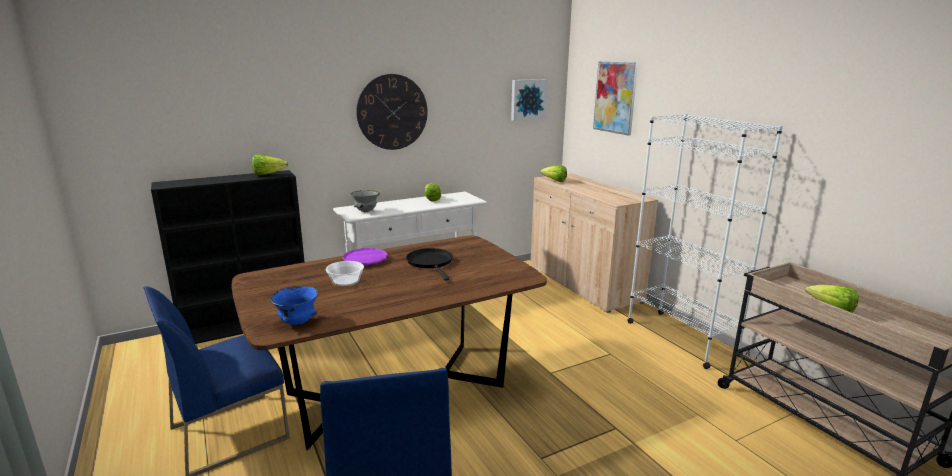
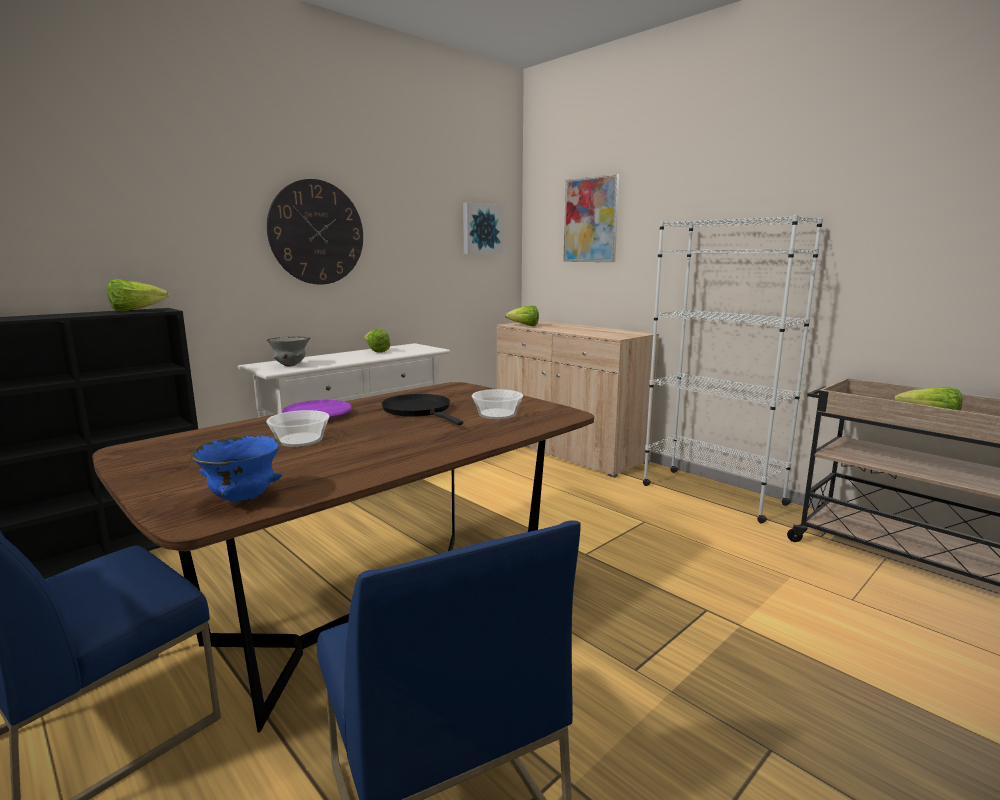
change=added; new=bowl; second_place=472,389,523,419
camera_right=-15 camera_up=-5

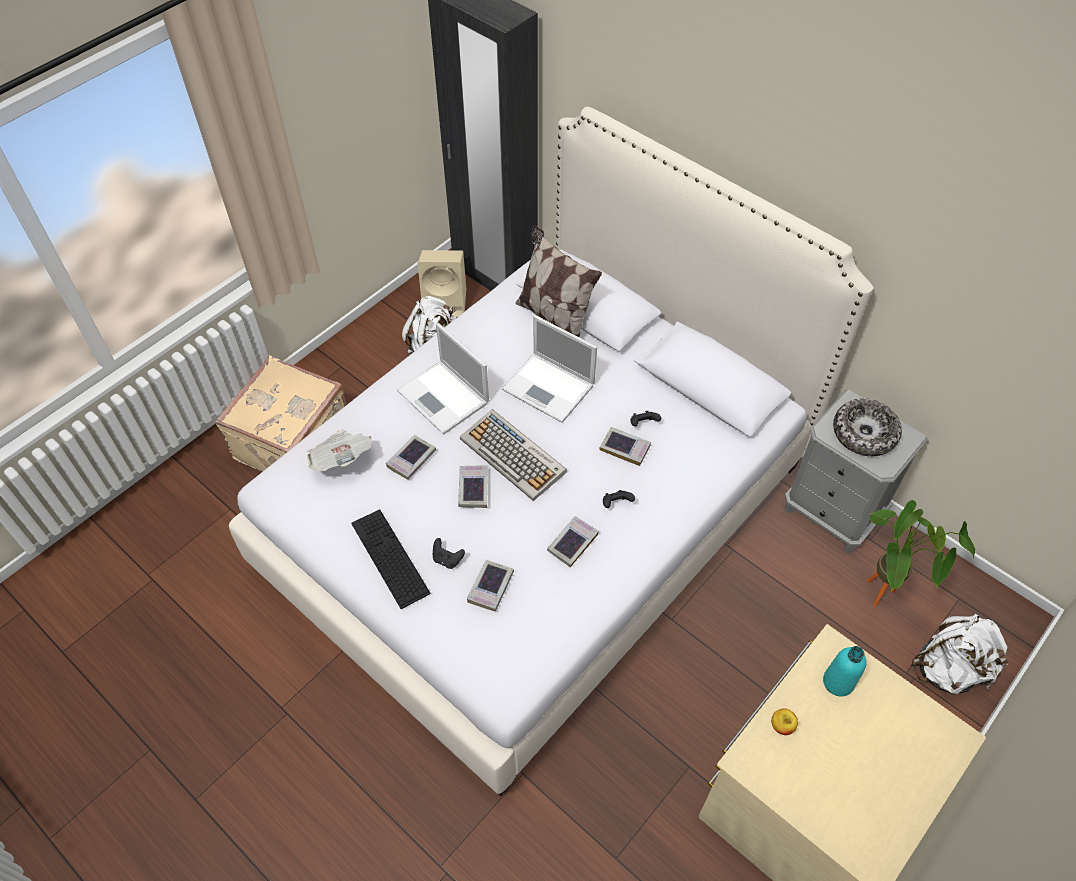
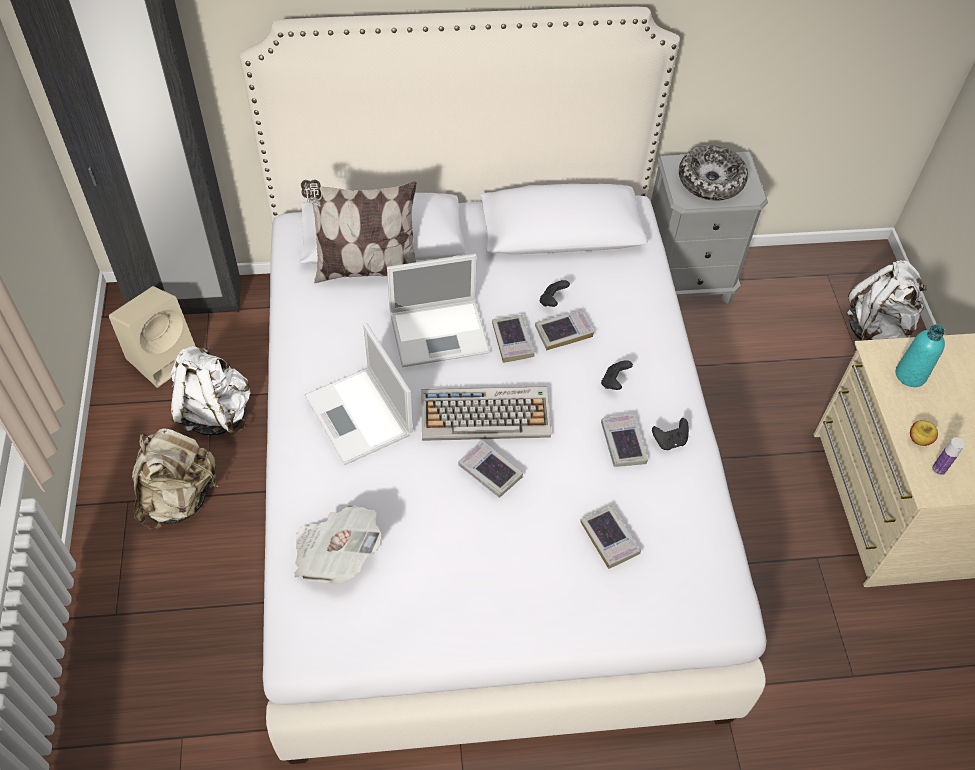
change=turned; old=laptop; first_place=397,323,489,435; second_place=304,323,413,465; degrees=60
change=removed; old=suitcase (beige); first_place=215,356,346,472
change=moved; old=book; first_place=386,435,436,480; second_place=492,314,535,363
change=removed; old=potted plant; first_place=867,500,975,606
change=removed; old=keyboard; first_place=351,509,430,609
change=moved; old=game controller (black); first_place=433,538,465,569; second_place=652,418,689,450
change=added; new=backpack (beige); second_place=132,428,219,530
change=added; new=bottle; second_place=932,437,965,475
camera_right=-50 camera_up=0

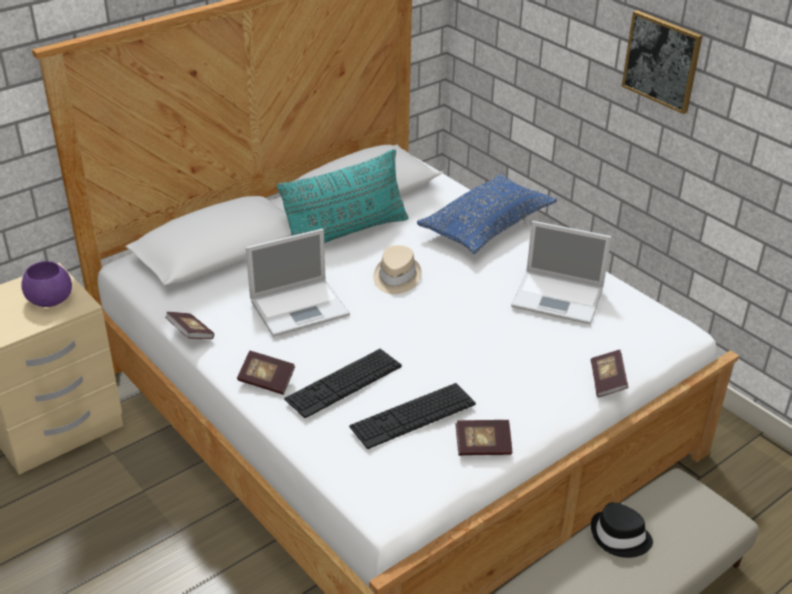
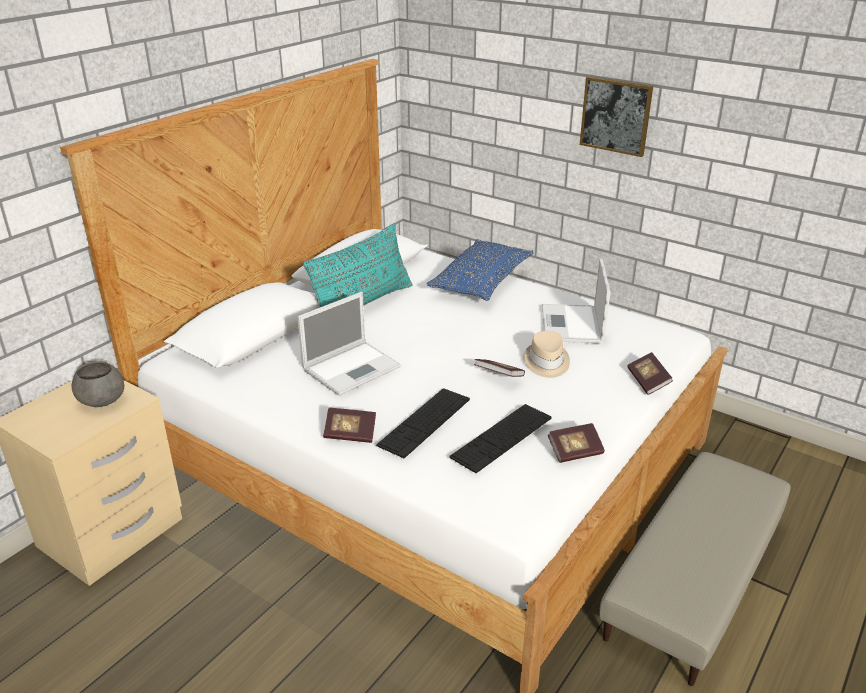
change=turned; old=laptop; first_place=511,221,612,325; second_place=542,259,611,343; degrees=90
change=moved; old=hat (beige); first_place=373,245,422,294; second_place=524,331,570,378
change=recoloured; old=bowl (purple); new=bowl (grey); first_place=21,261,72,307; second_place=72,361,124,407
change=moved; old=book; first_place=165,312,214,339; second_place=474,359,525,377
change=removed; old=hat (black); first_place=591,502,653,558
camera_right=-15 camera_up=-5

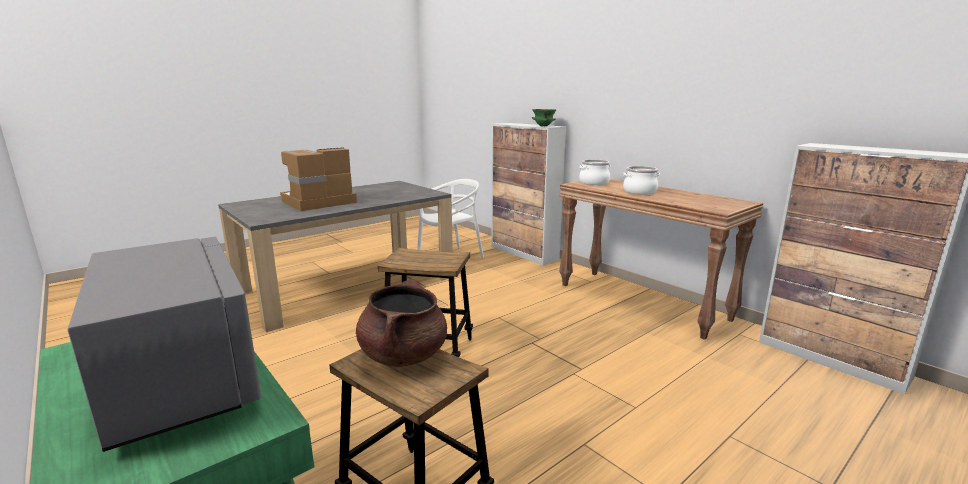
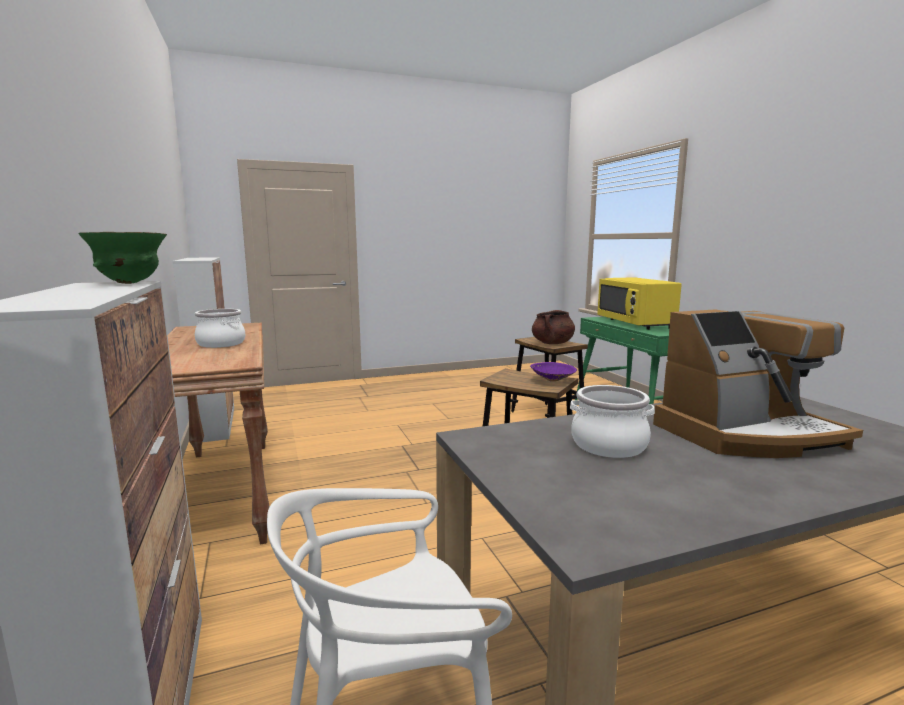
change=moved; old=cooking pot; first_place=579,160,611,185; second_place=570,385,655,458
change=recoloured; old=microwave (grey); new=microwave (yellow); first_place=68,237,261,452; second_place=597,277,682,330
change=added; new=bowl (purple); second_place=530,362,577,382
camera_right=-160 camera_up=-5

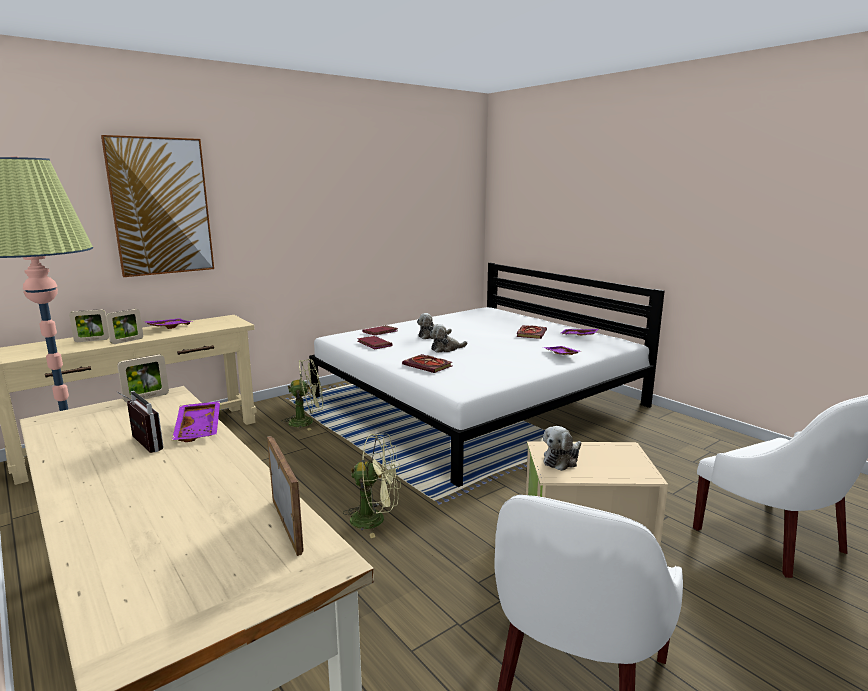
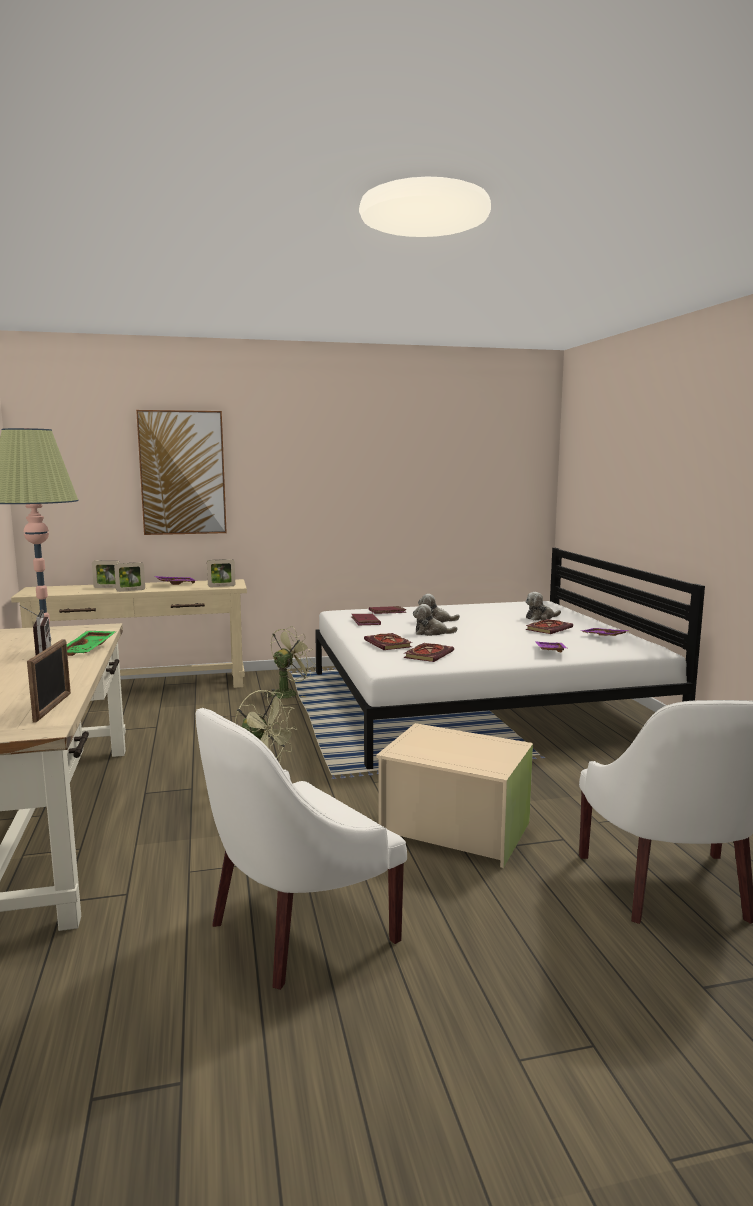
change=moved; old=picture frame; first_place=117,354,169,402; second_place=207,559,235,587
change=turned; old=fan (green); first_place=281,359,323,430; second_place=263,626,315,698; degrees=-60
change=recoloured; old=tray (purple); new=tray (green); first_place=172,401,220,442; second_place=67,631,117,656
change=moved; old=plush toy; first_place=543,426,581,471; second_place=526,592,561,621
change=added; new=book; second_place=404,643,454,662
camera_right=25 camera_up=-5

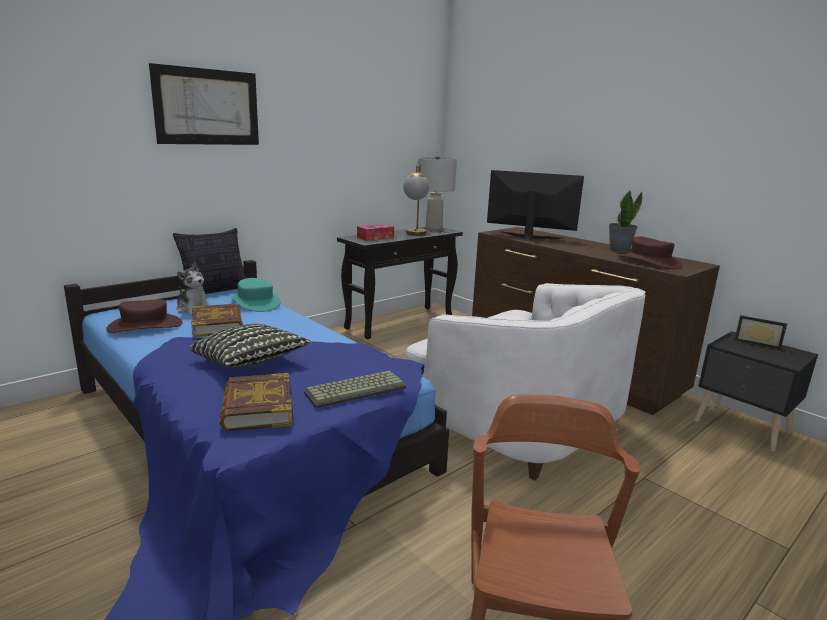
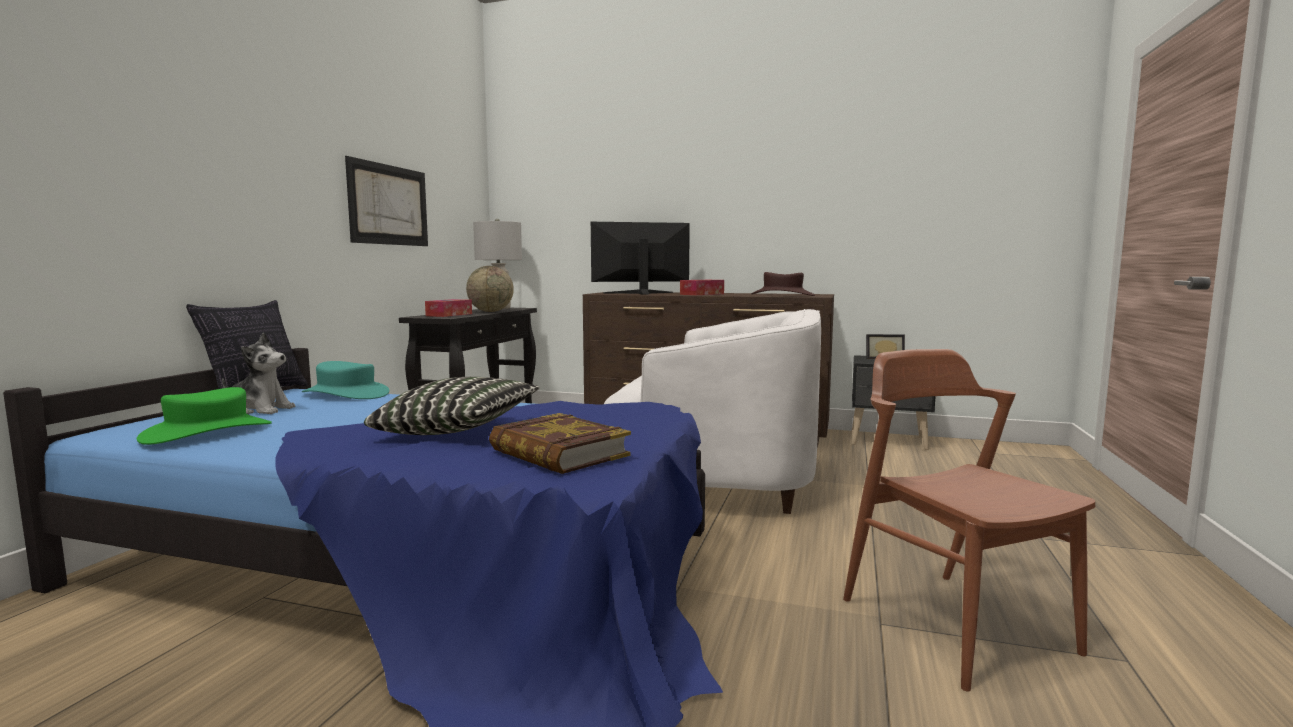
change=moved; old=picture; first_place=149,63,259,145; second_place=345,156,428,246
change=replaced; old=table lamp; new=globe; first_place=403,164,429,236; second_place=466,266,514,312
change=removed; old=potted plant; first_place=609,191,643,252
change=recoloured; old=hat (brown); new=hat (green); first_place=106,299,182,333; second_place=137,387,272,445
change=removed; old=book; first_place=191,304,243,337
change=removed; old=keyboard; first_place=304,371,407,409
change=added; new=tissue box; second_place=680,280,724,295
camera_right=-30 camera_up=-10

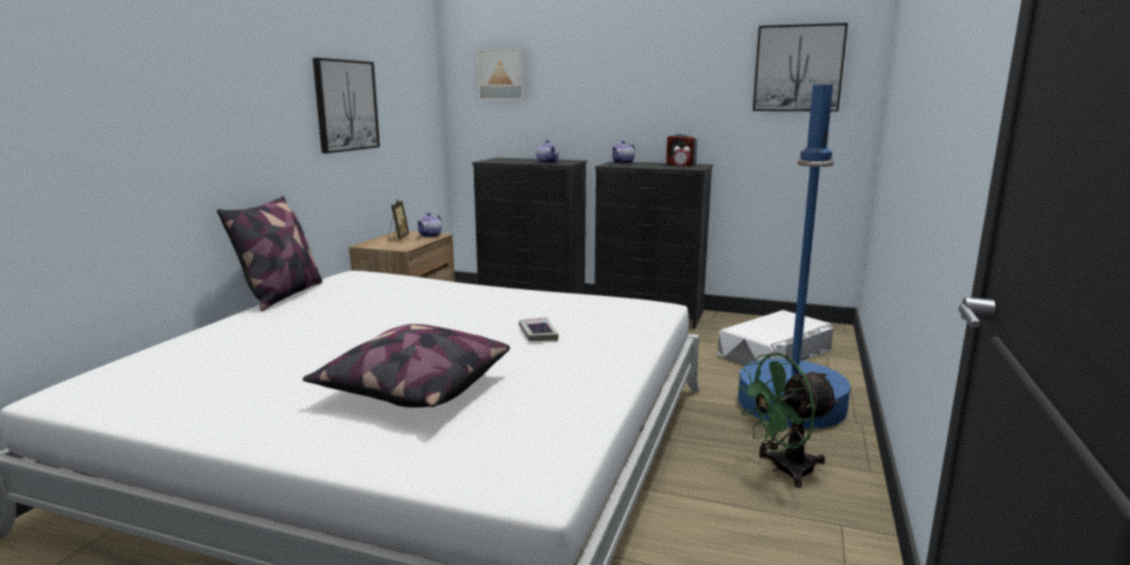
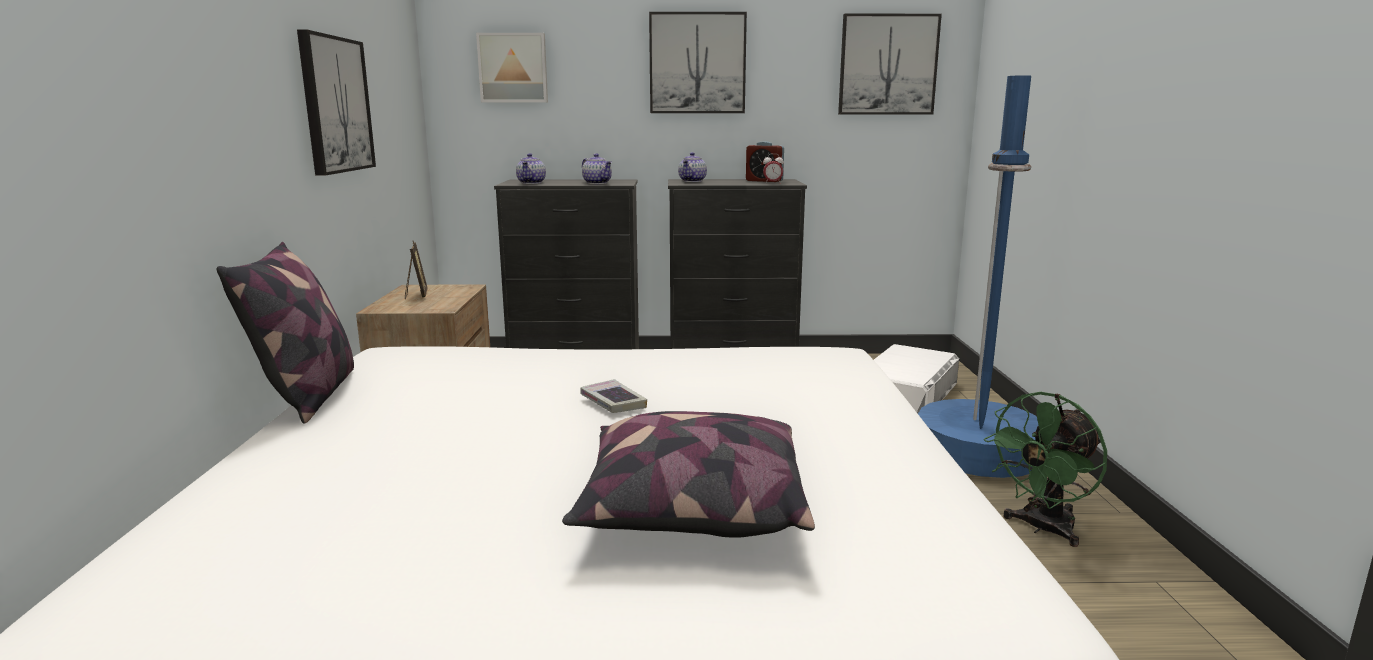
change=moved; old=teapot; first_place=417,213,442,237; second_place=516,153,546,184
change=moved; old=book; first_place=519,317,559,341; second_place=580,379,647,413
change=added; new=picture; second_place=649,12,747,113
camera_right=-20 camera_up=0

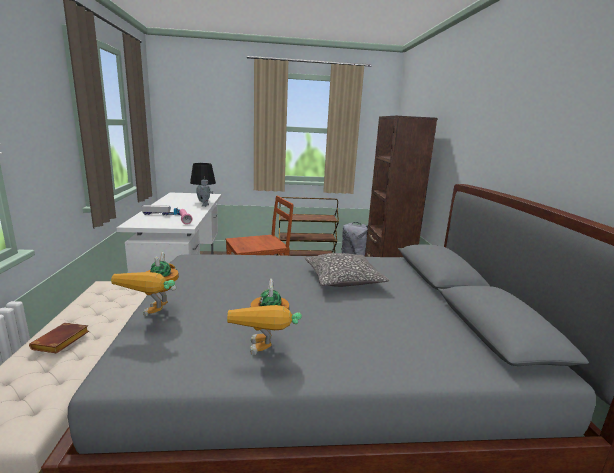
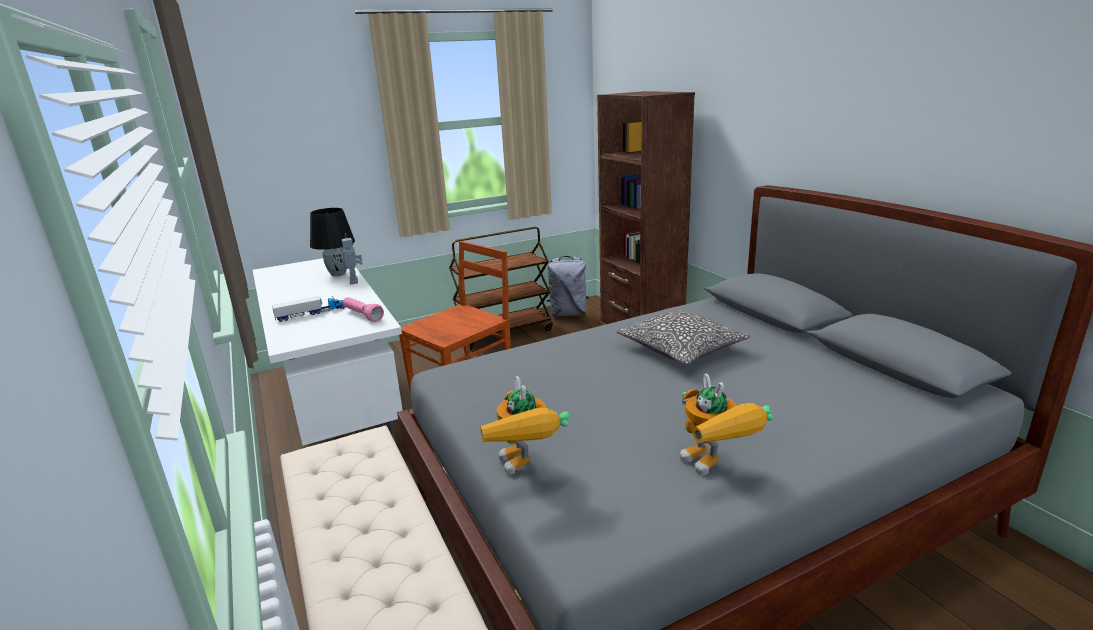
change=removed; old=book (brown); first_place=29,323,89,354
camera_right=-20 camera_up=5

